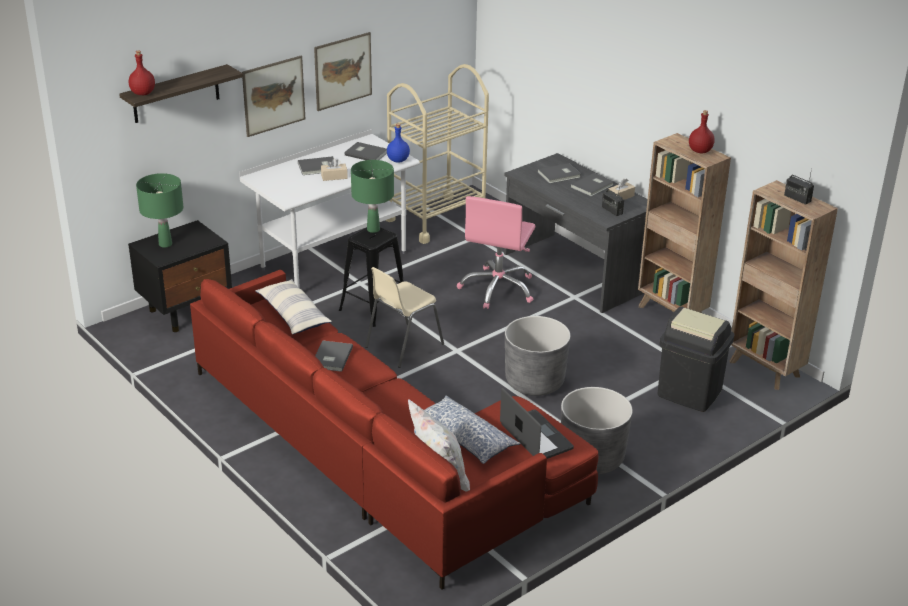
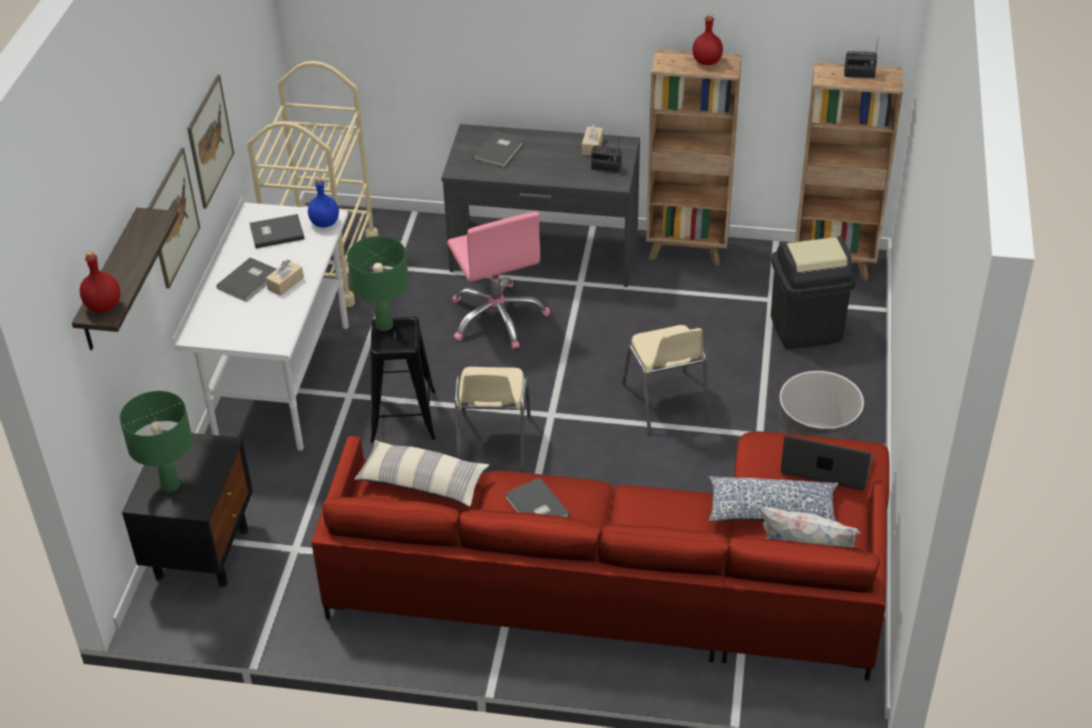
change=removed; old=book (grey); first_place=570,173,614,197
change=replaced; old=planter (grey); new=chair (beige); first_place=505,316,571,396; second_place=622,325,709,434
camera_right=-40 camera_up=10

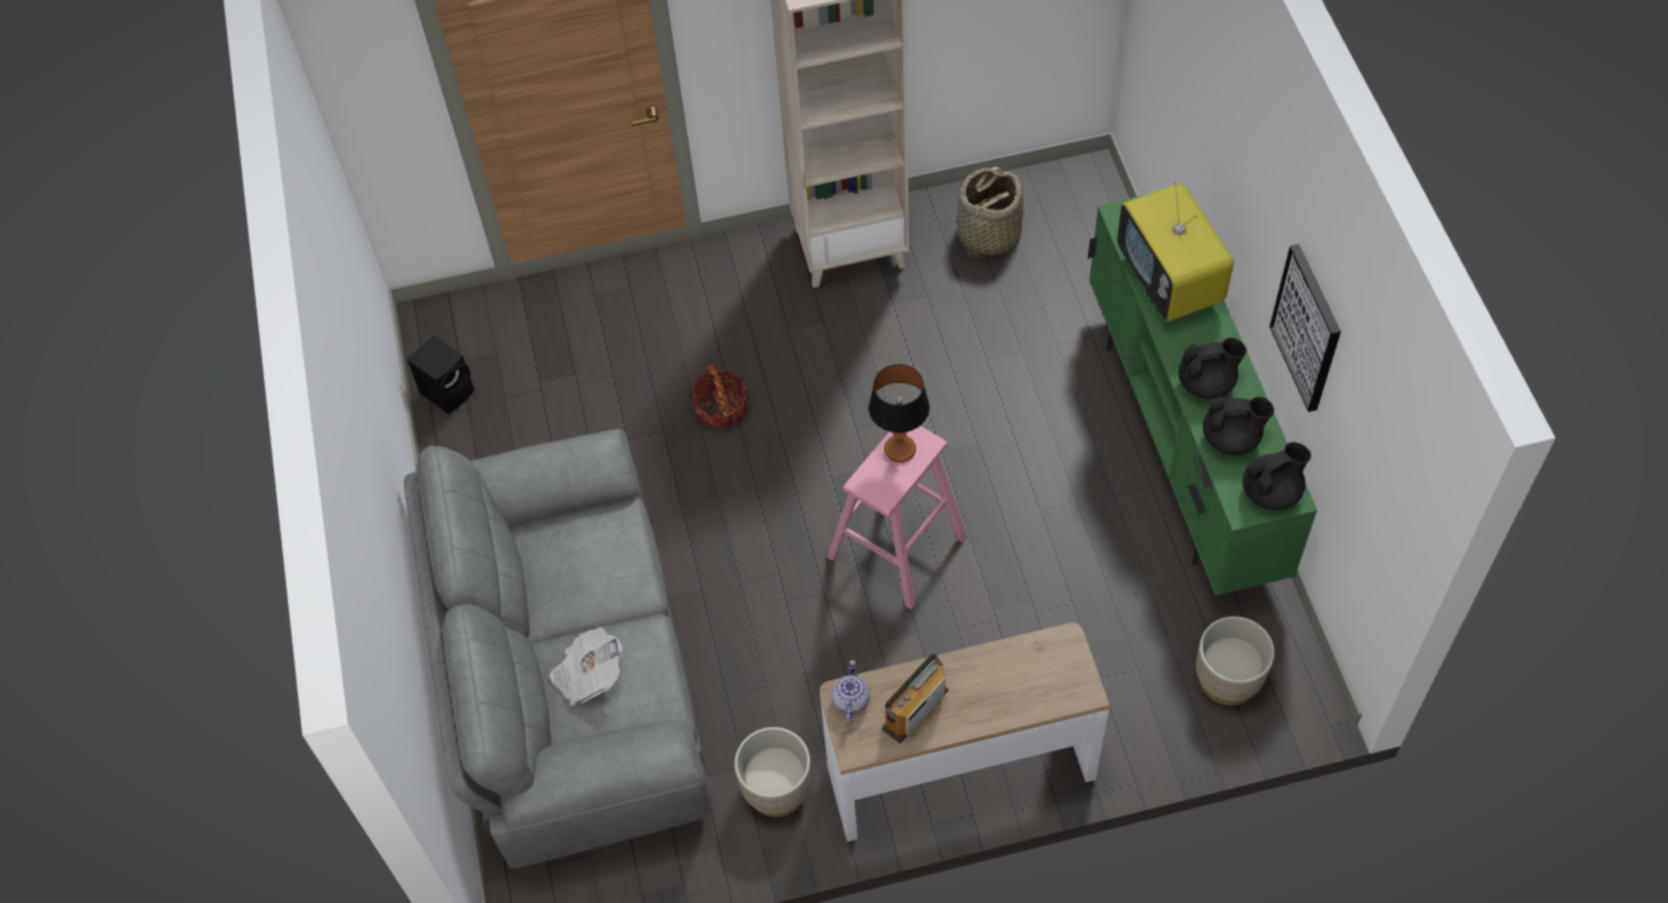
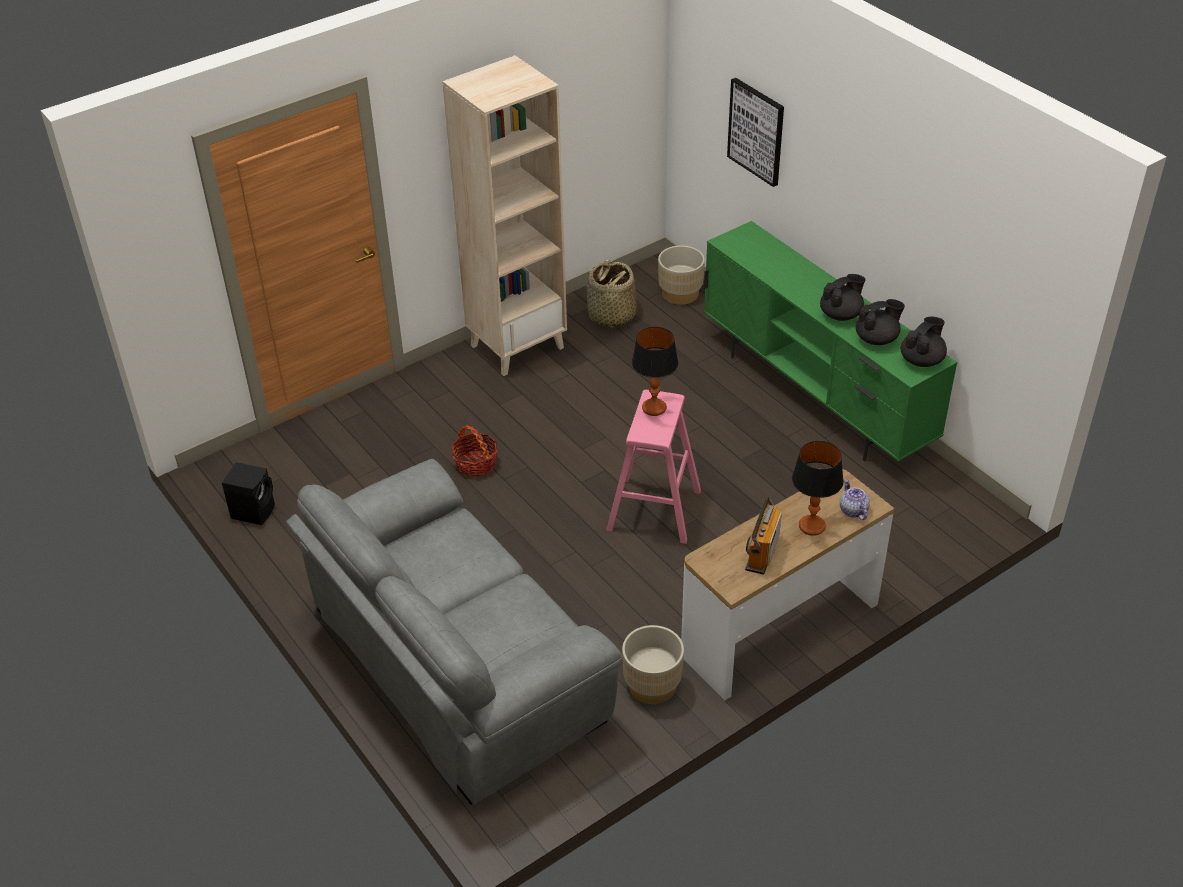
change=removed; old=television; first_place=1117,181,1234,321
change=moved; old=picture; first_place=1270,244,1341,412; second_place=727,78,784,187
change=moved; old=planter (beige); first_place=1196,616,1275,705; second_place=658,245,705,305
change=removed; old=newspaper; first_place=549,627,623,706
change=moved; old=teapot; first_place=832,660,870,723; second_place=840,479,870,520
change=added; new=table lamp; second_place=792,441,844,536
camera_right=-25 camera_up=-15

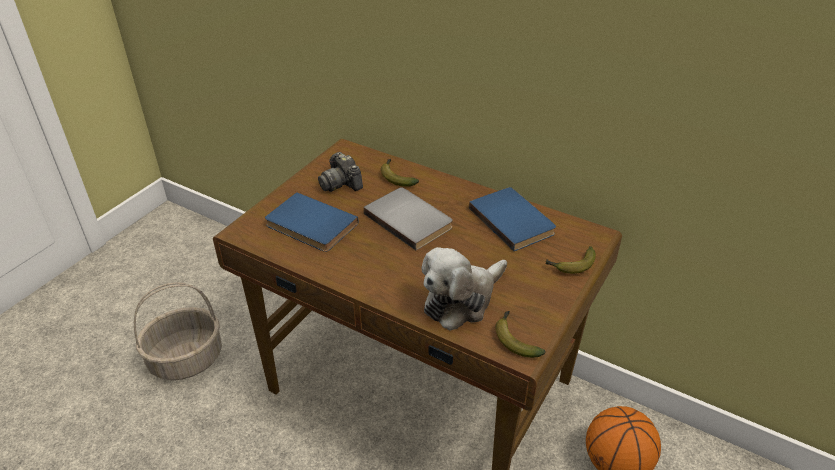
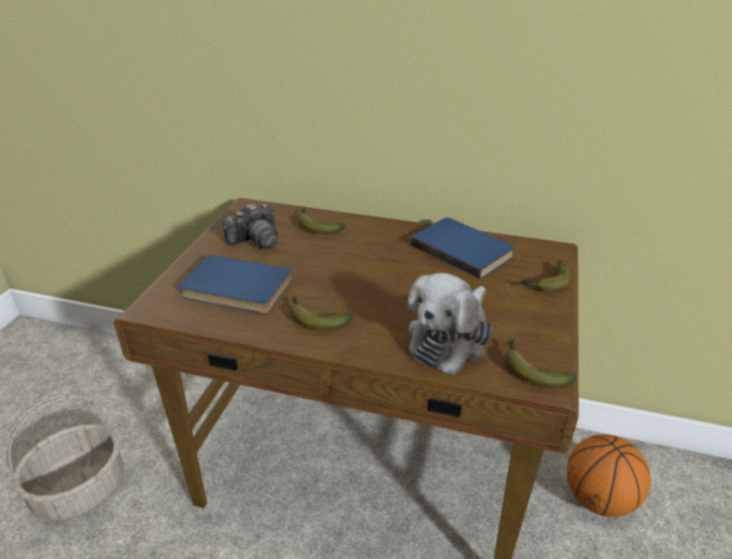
change=turned; old=photo camera; first_place=318,152,363,192; second_place=223,203,278,249; degrees=-75
change=removed; old=book (grey); first_place=363,187,453,250
change=added; new=banana; second_place=291,296,353,330
camera_right=-15 camera_up=-5

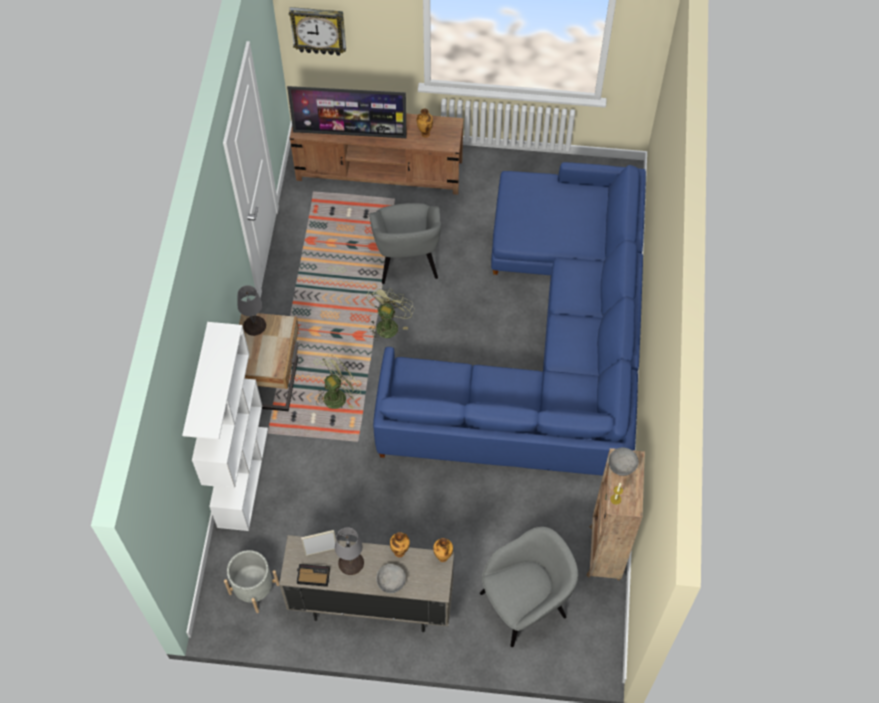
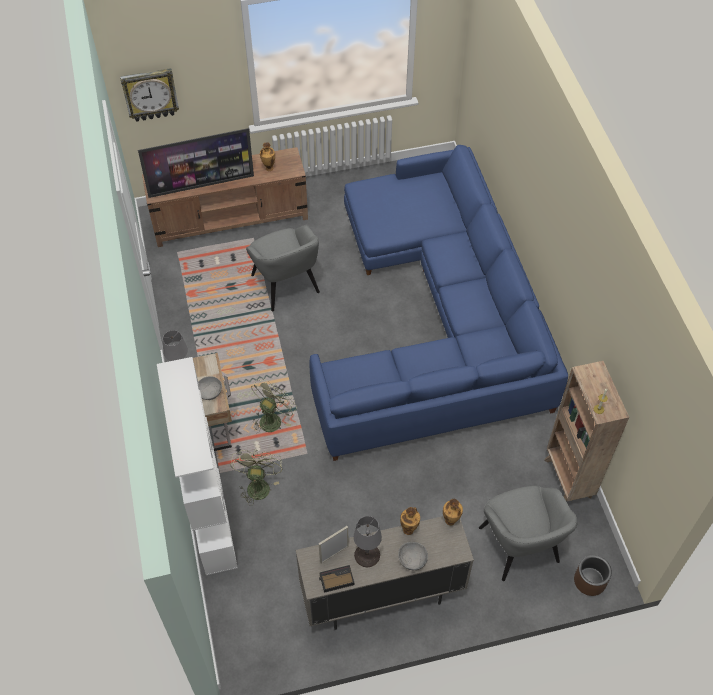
change=moved; old=fan (green); first_place=366,285,414,339; second_place=231,450,282,506
change=moved; old=bowl (grey); first_place=608,448,639,476; second_place=198,376,222,400
change=turned; old=armchair (grey); first_place=480,527,579,647; second_place=479,486,577,581; degrees=120
change=removed; old=planter (grey); first_place=224,550,279,613
change=added; new=planter (brown); second_place=574,555,612,596
camera_right=-20 camera_up=-5

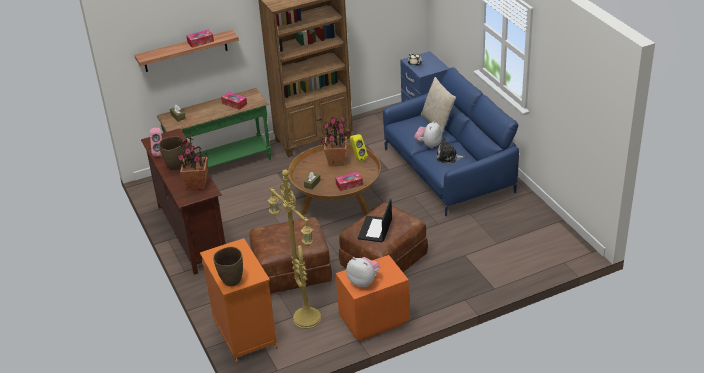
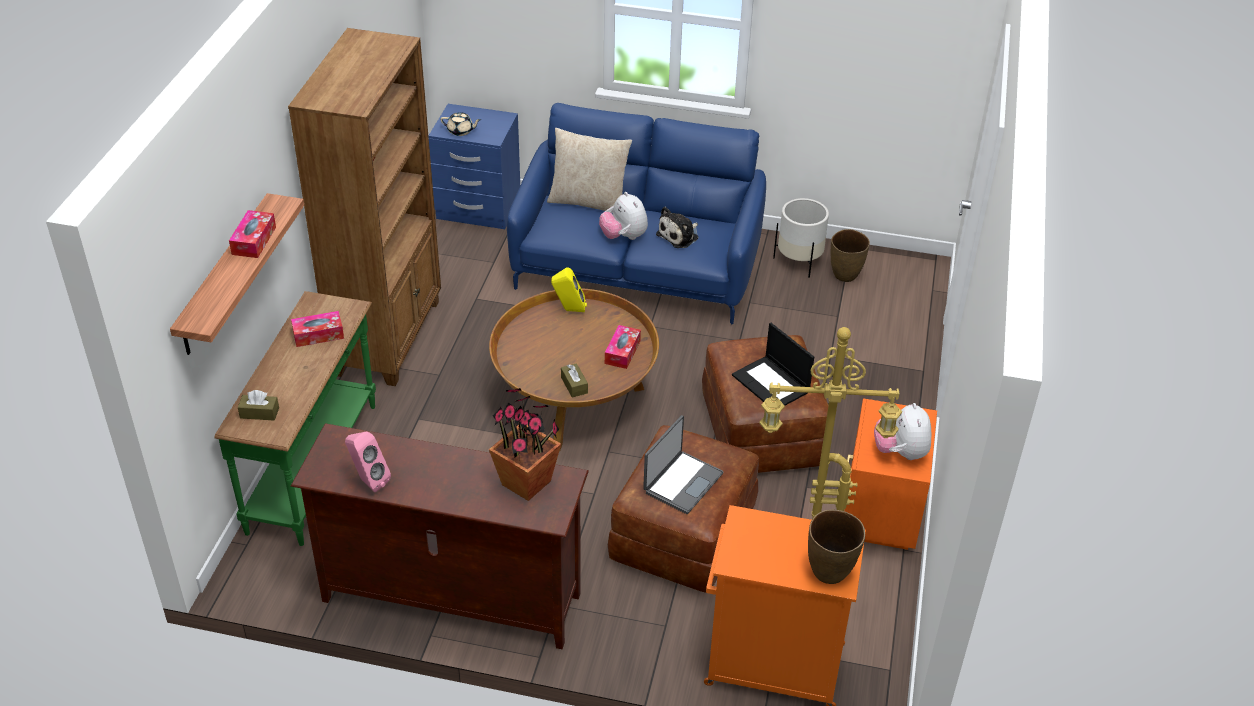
change=removed; old=potted plant; first_place=321,116,347,166
change=moved; old=vase (brown); first_place=159,136,185,170; second_place=831,229,870,282
change=turned; old=plush toy; first_place=346,257,379,287; second_place=874,403,931,460; degrees=-75
change=added; new=planter (white); second_place=773,198,829,278
change=added; new=laptop; second_place=643,415,723,514
camera_right=-55 camera_up=5

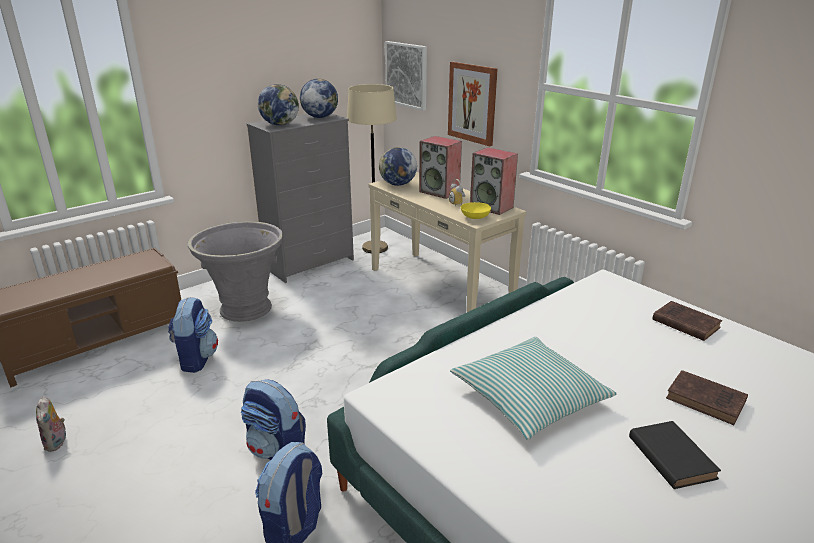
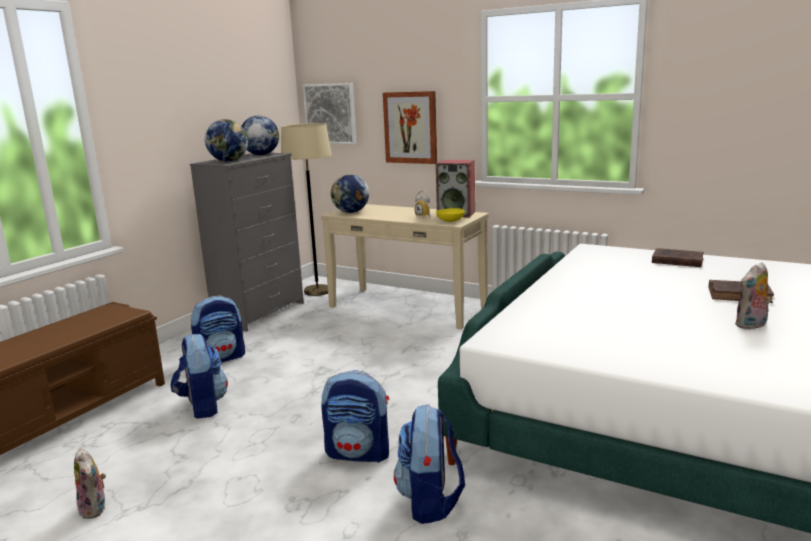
change=removed; old=speaker; first_place=419,136,462,199
change=replaced; old=planter (grey); new=backpack; first_place=187,221,283,322; second_place=191,295,245,362
change=removed; old=pillow; first_place=450,337,617,440
change=replaced; old=book (black); new=plush toy; first_place=629,421,721,489; second_place=735,262,771,329
camera_right=-20 camera_up=-10

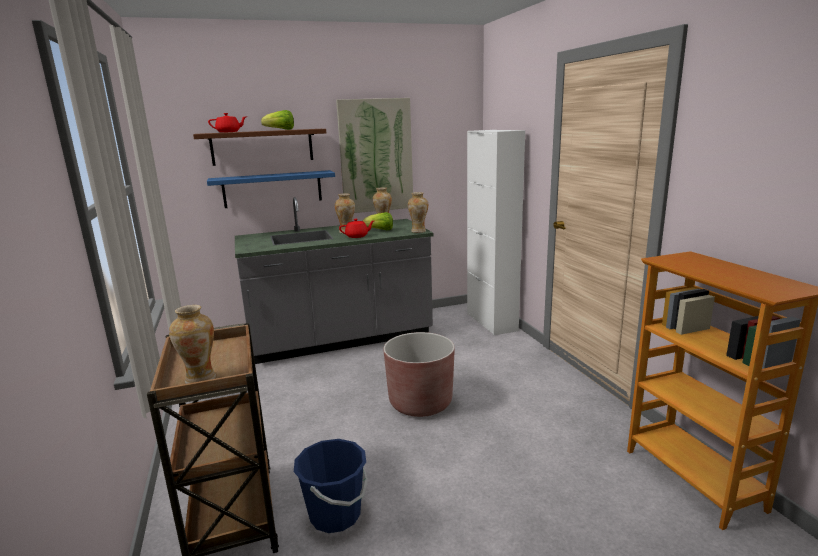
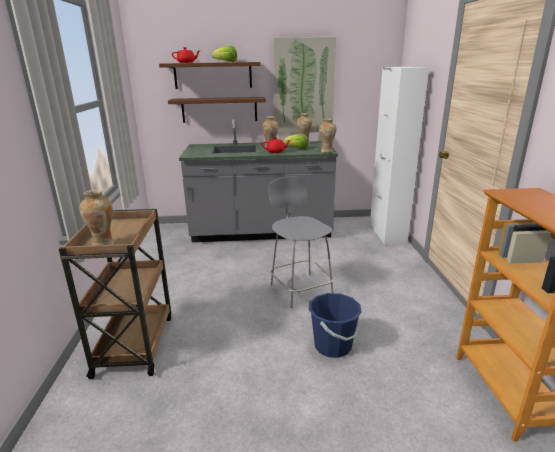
change=recoloured; old=shelf (blue); new=shelf (brown); first_place=207,170,335,208; second_place=168,97,266,123
change=replaced; old=planter (brown); new=chair (grey); first_place=383,332,455,417; second_place=268,176,333,308
change=moved; old=bucket (blue); first_place=294,439,368,533; second_place=309,293,362,358
camera_right=15 camera_up=5

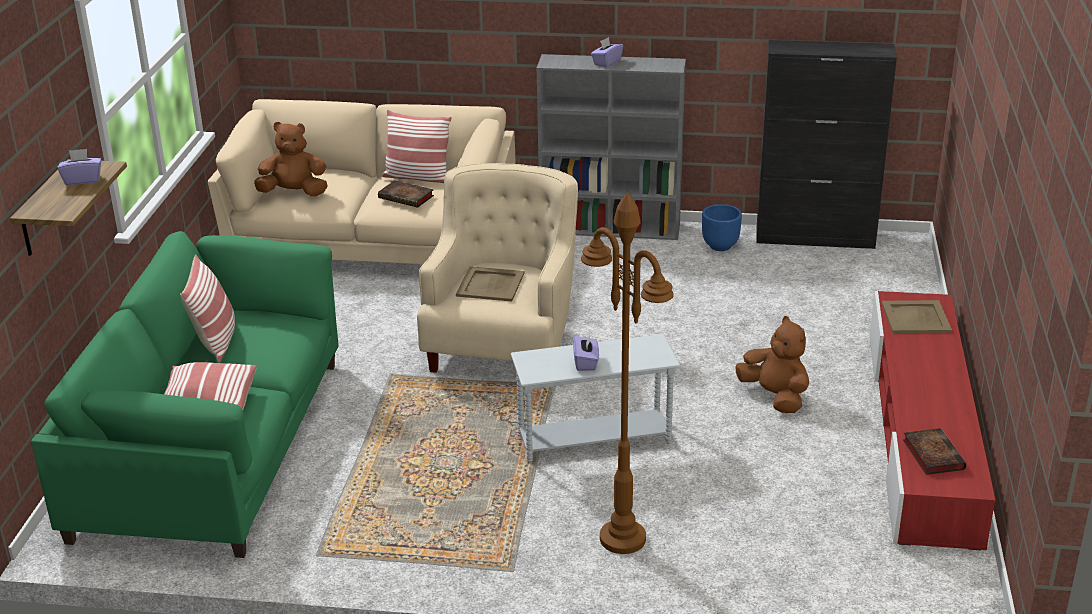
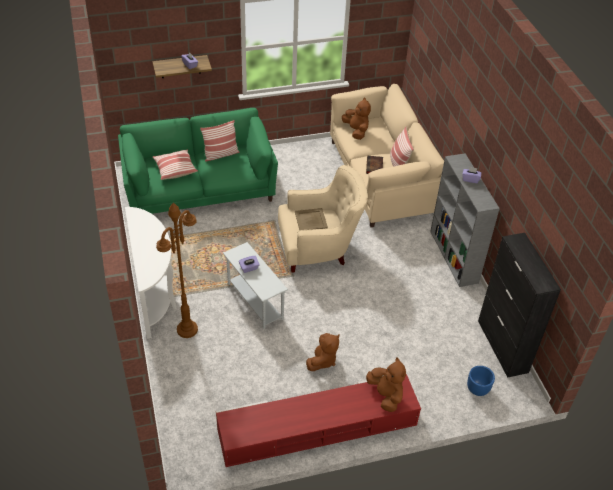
change=moved; old=planter (blue); first_place=702,204,742,251; second_place=467,366,495,396
change=replaced; old=tray (beige); new=plush toy (brown); first_place=882,300,952,333; second_place=366,358,406,412
change=removed; old=book; first_place=903,428,966,475
change=added; new=console table (white); second_place=125,207,176,339
camera_right=65 camera_up=15

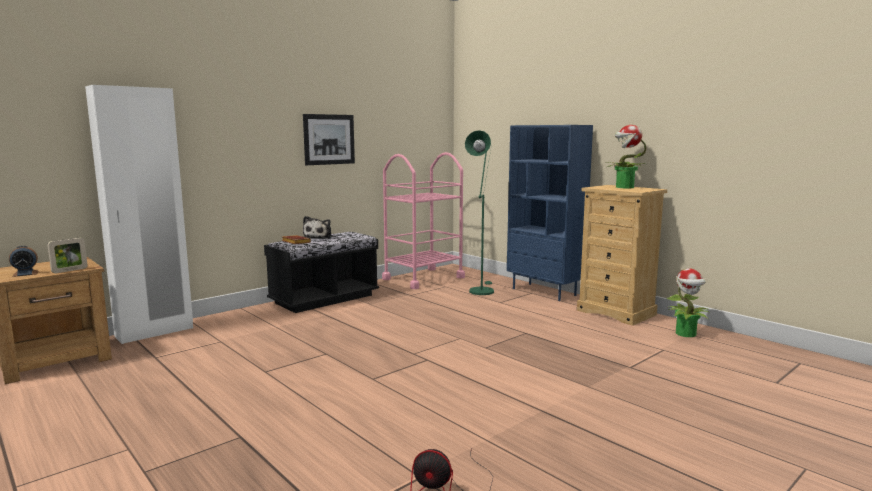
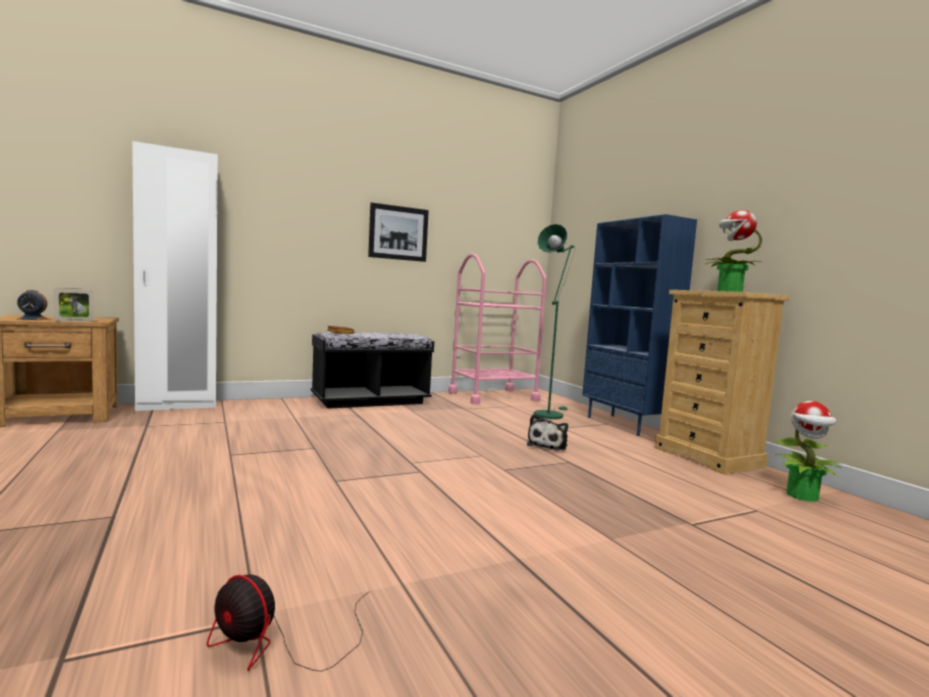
change=moved; old=plush toy; first_place=303,216,333,239; second_place=527,414,568,451
camera_right=15 camera_up=-5

